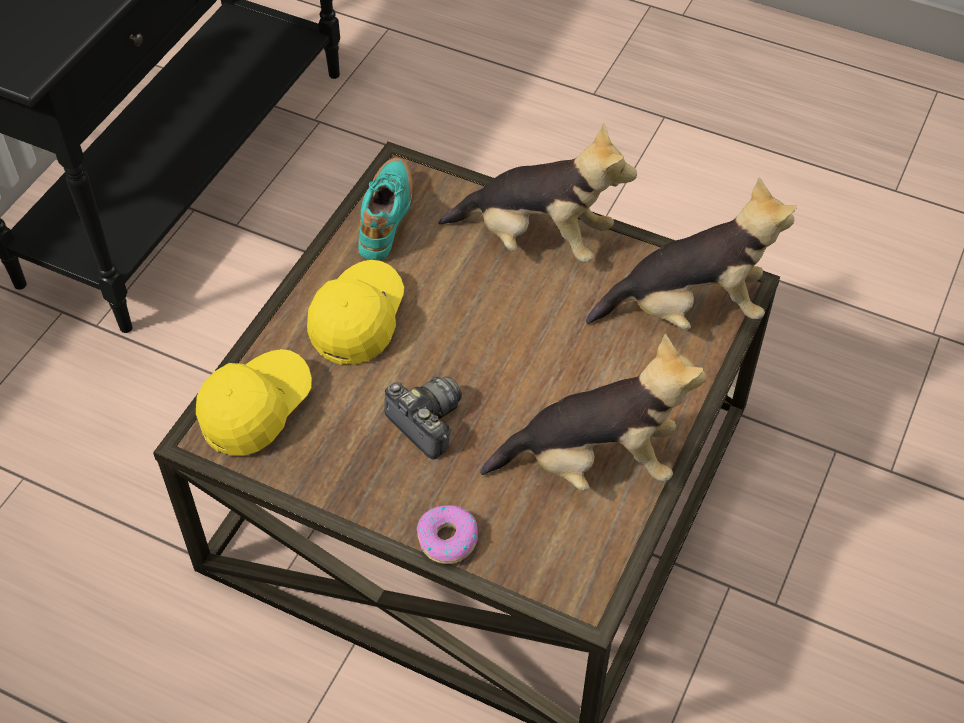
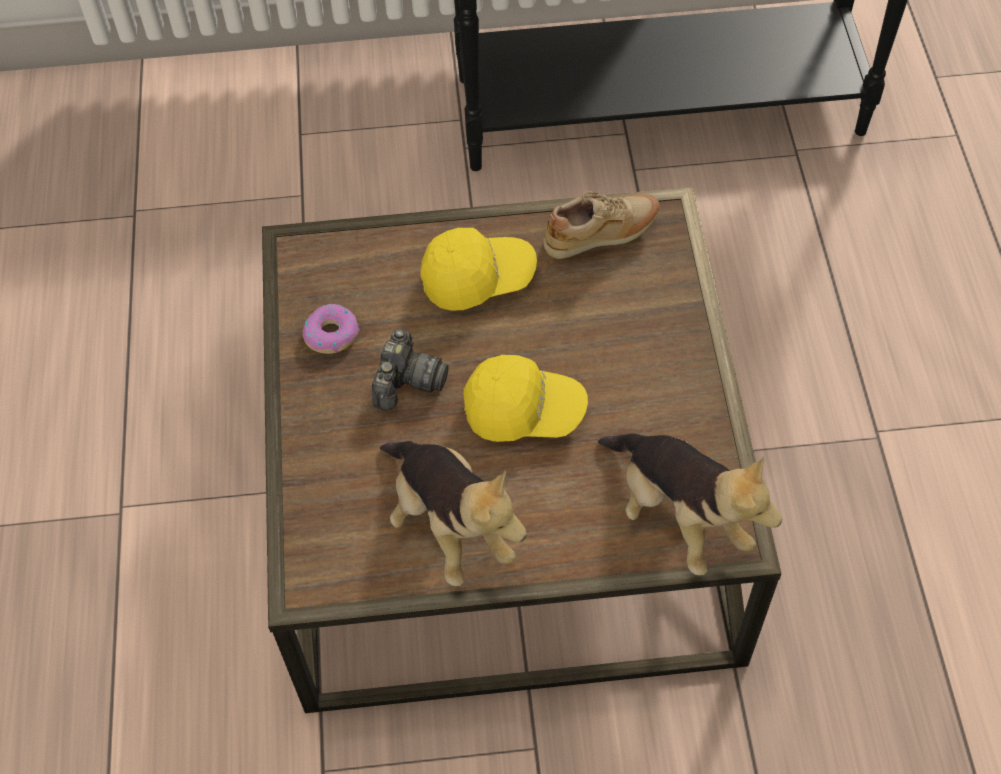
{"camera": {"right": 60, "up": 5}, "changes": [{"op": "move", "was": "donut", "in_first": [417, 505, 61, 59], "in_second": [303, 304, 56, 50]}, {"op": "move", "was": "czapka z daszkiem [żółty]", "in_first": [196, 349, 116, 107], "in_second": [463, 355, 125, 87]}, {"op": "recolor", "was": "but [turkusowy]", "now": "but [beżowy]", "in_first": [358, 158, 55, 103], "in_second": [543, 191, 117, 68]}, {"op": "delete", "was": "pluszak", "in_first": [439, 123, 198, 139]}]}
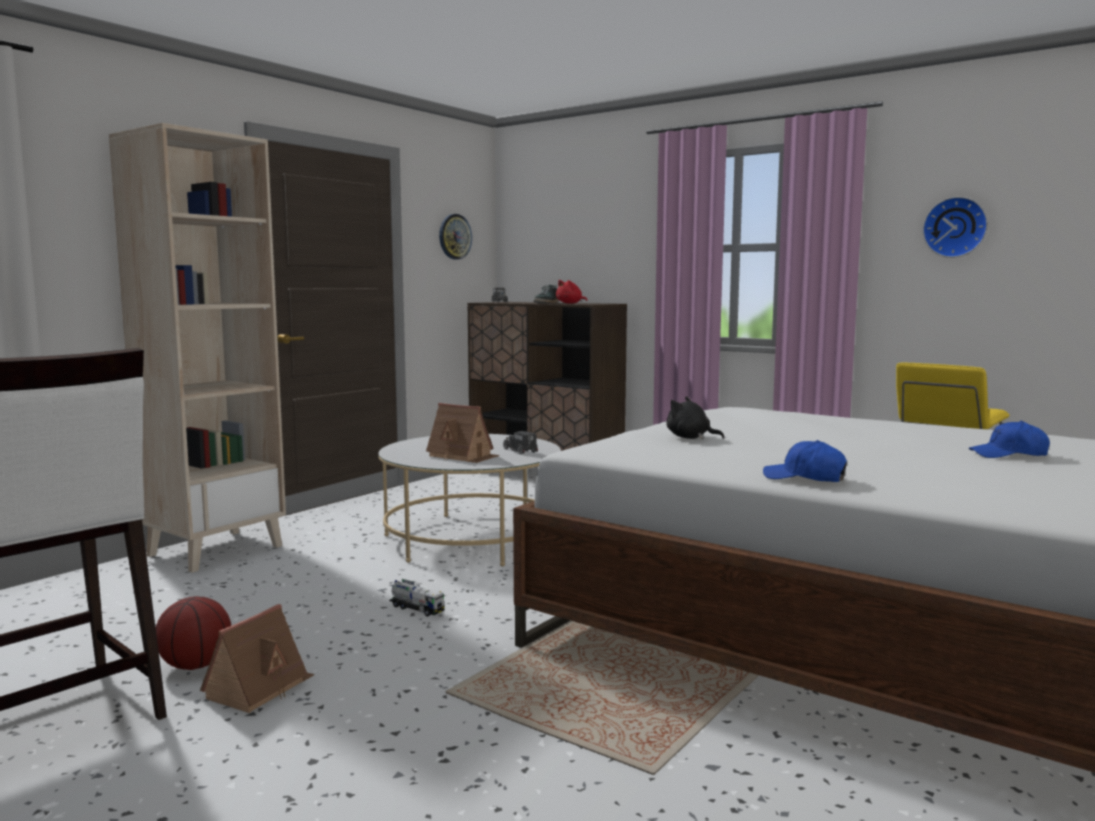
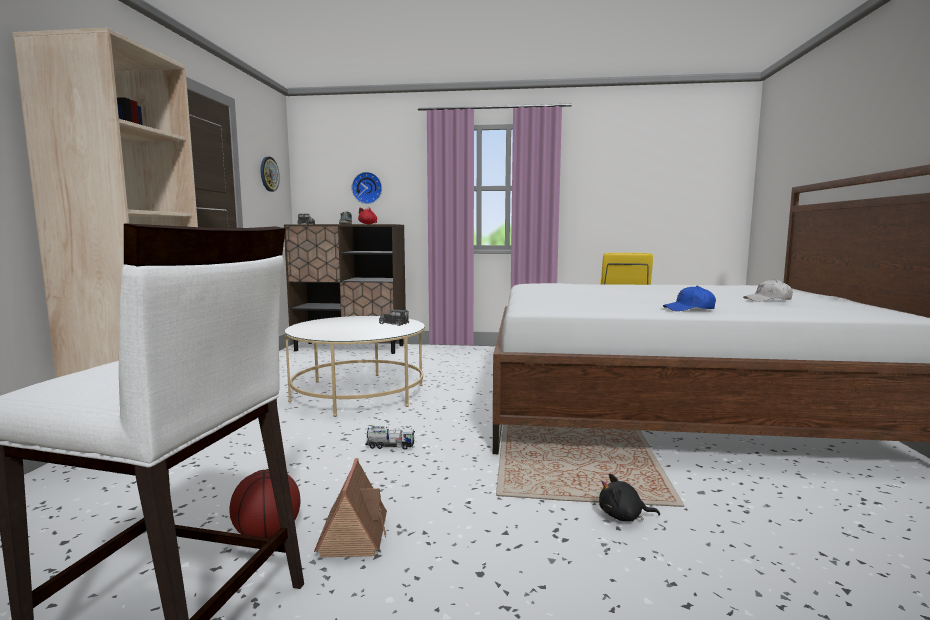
{"camera": {"right": -30, "up": 0}, "changes": [{"op": "move", "was": "zegar ścienny", "in_first": [922, 197, 66, 61], "in_second": [352, 172, 30, 32]}, {"op": "move", "was": "pluszak [czarny]", "in_first": [666, 396, 58, 43], "in_second": [599, 473, 61, 49]}, {"op": "insert", "now": "czapka z daszkiem [biały]", "in_second": [743, 279, 50, 23]}, {"op": "delete", "was": "domek", "in_first": [426, 403, 74, 60]}, {"op": "delete", "was": "czapka z daszkiem [niebieski]", "in_first": [969, 421, 81, 37]}]}
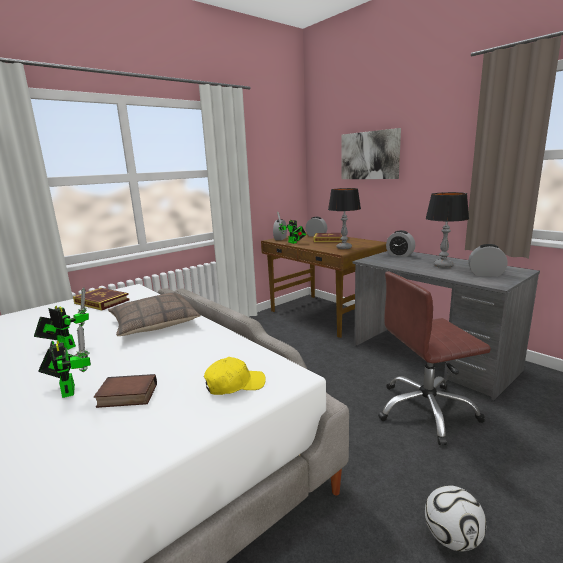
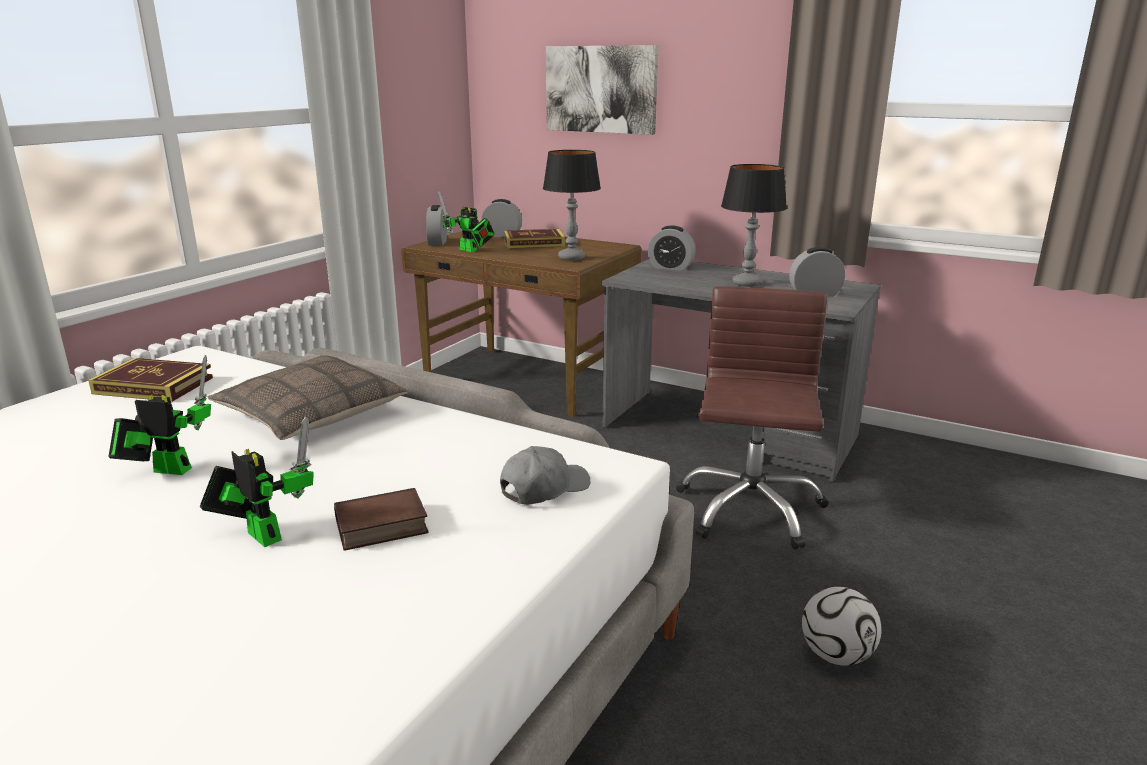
{"camera": {"right": -20, "up": 5}, "changes": [{"op": "recolor", "was": "czapka z daszkiem [żółty]", "now": "czapka z daszkiem [szary]", "in_first": [204, 357, 62, 38], "in_second": [500, 446, 91, 59]}, {"op": "rotate", "was": "krzesło biurowe [brązowy]", "in_first": [378, 272, 113, 173], "in_second": [676, 286, 153, 264], "clockwise": 135}]}
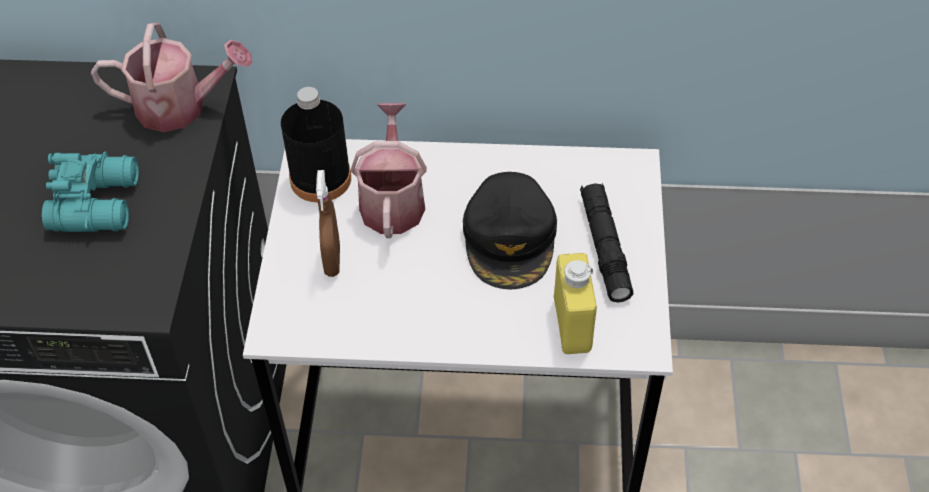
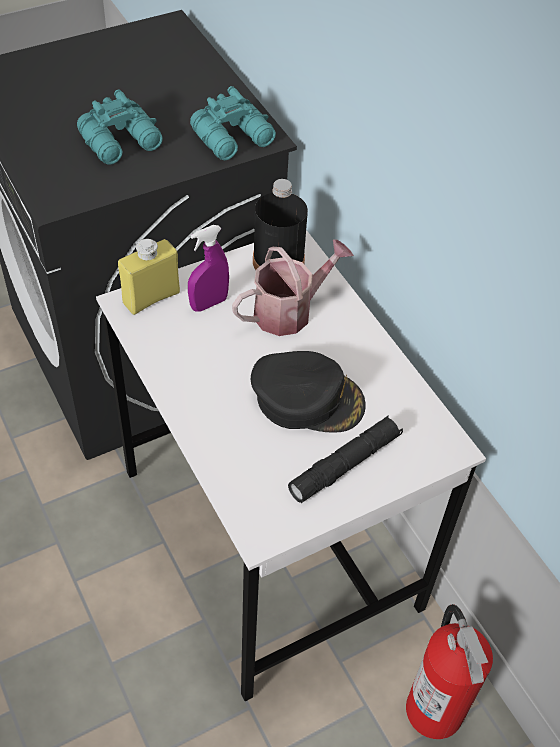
{"camera": {"right": 55, "up": 0}, "changes": [{"op": "move", "was": "butelka [żółty]", "in_first": [554, 253, 43, 101], "in_second": [118, 239, 62, 76]}, {"op": "recolor", "was": "spryskiwacz [brązowy]", "now": "spryskiwacz [fioletowy]", "in_first": [316, 170, 24, 107], "in_second": [188, 225, 41, 87]}, {"op": "replace", "was": "konewka", "now": "lornetka [turkusowy]", "in_first": [91, 23, 162, 109], "in_second": [190, 86, 86, 74]}, {"op": "rotate", "was": "czapka z daszkiem [czarny]", "in_first": [463, 172, 94, 118], "in_second": [251, 351, 114, 82], "clockwise": -135}, {"op": "insert", "now": "gaśnica", "in_second": [406, 604, 87, 135]}]}
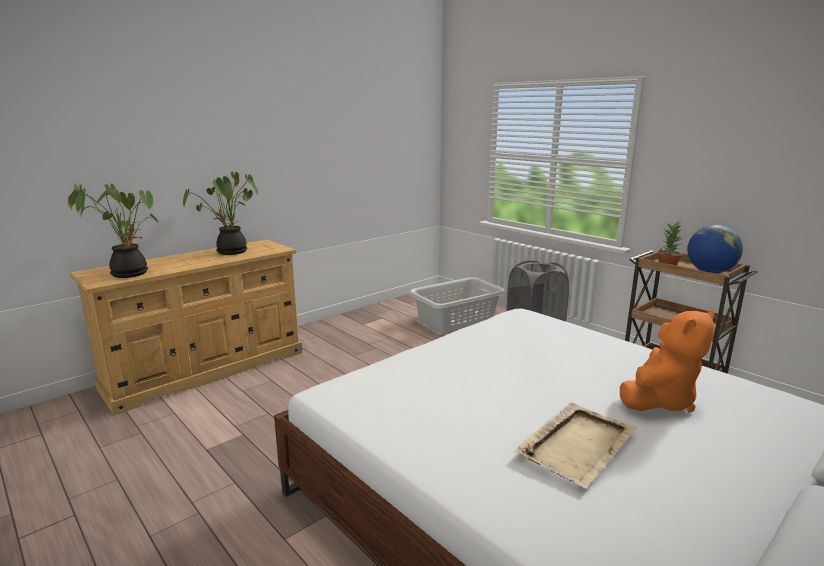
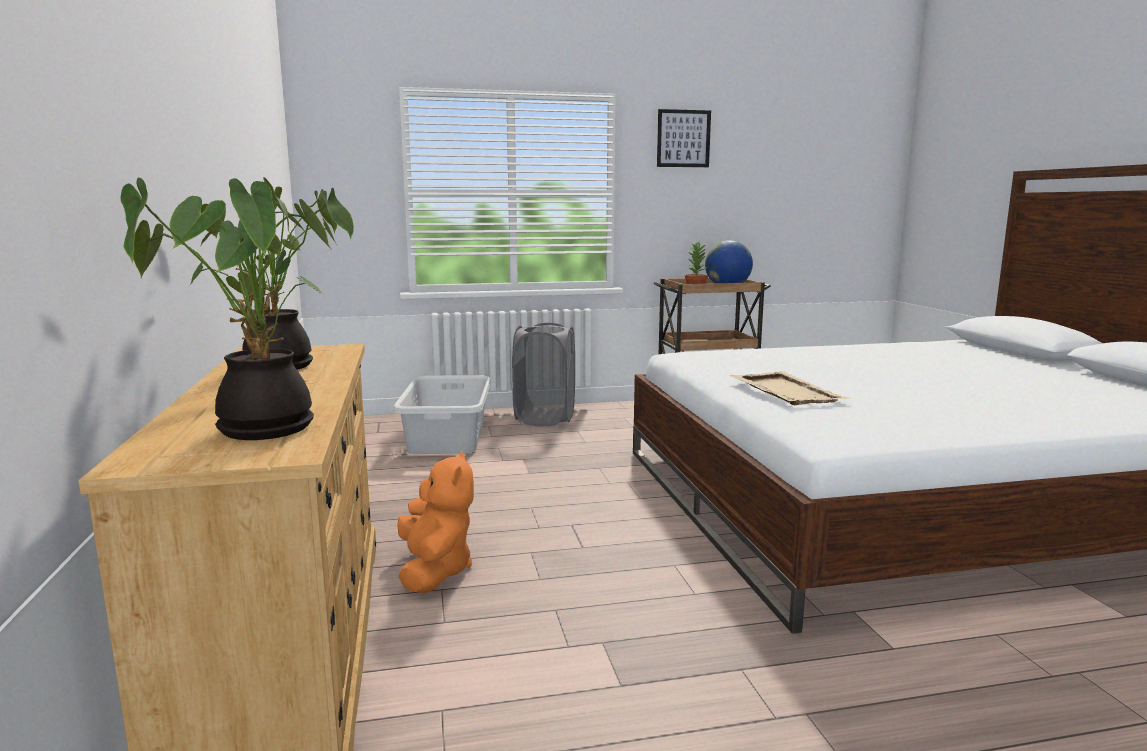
{"camera": {"right": -60, "up": -5}, "changes": [{"op": "move", "was": "pluszak [pomarańczowy]", "in_first": [620, 310, 95, 103], "in_second": [397, 451, 77, 143]}, {"op": "insert", "now": "obraz", "in_second": [657, 109, 54, 58]}, {"op": "move", "was": "taca [beżowy]", "in_first": [514, 402, 123, 87], "in_second": [729, 371, 123, 34]}]}
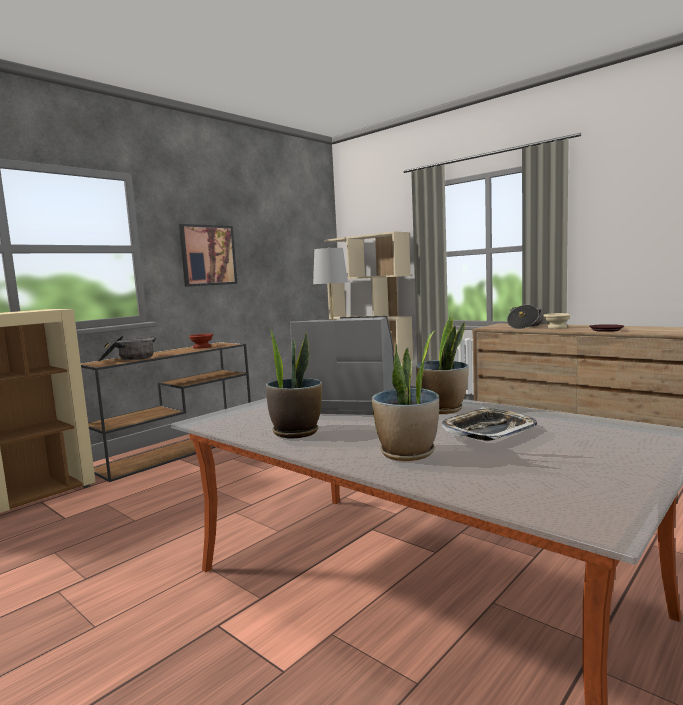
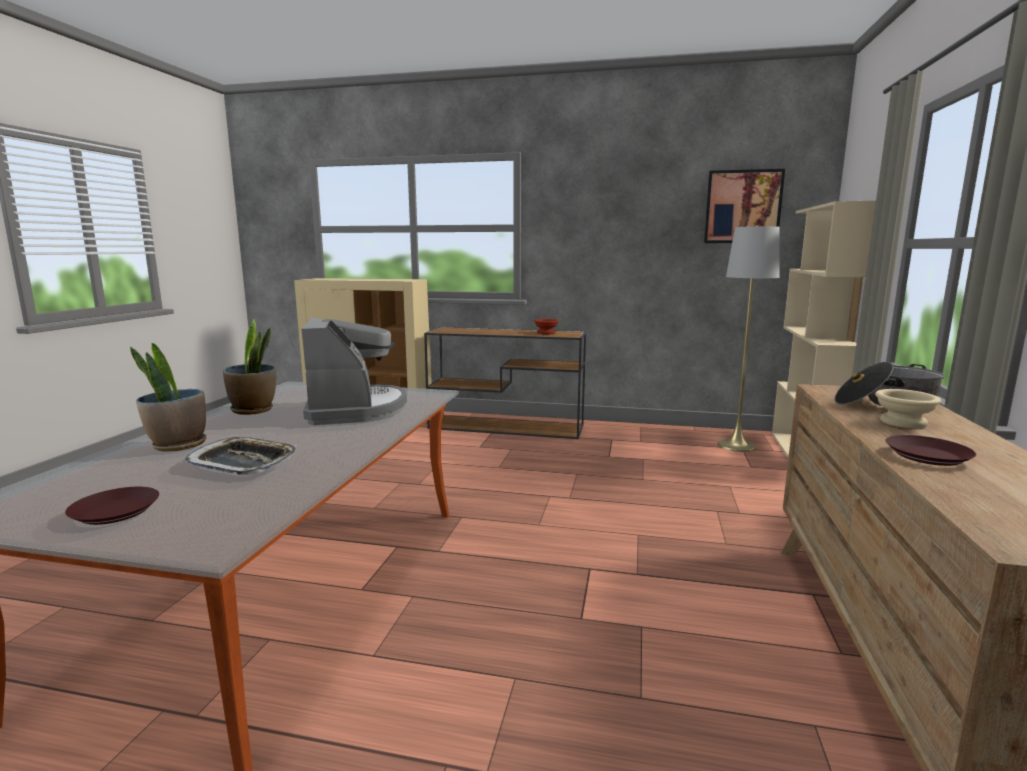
{"camera": {"right": 60, "up": 5}, "changes": [{"op": "insert", "now": "talerz [brązowy]", "in_second": [65, 487, 94, 38]}, {"op": "move", "was": "obraz", "in_first": [179, 224, 58, 63], "in_second": [704, 169, 81, 74]}, {"op": "delete", "was": "garnek", "in_first": [99, 336, 56, 26]}, {"op": "delete", "was": "roślina doniczkowa", "in_first": [416, 313, 53, 101]}]}
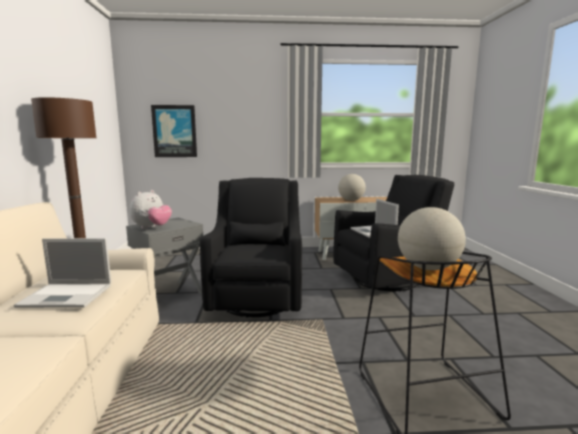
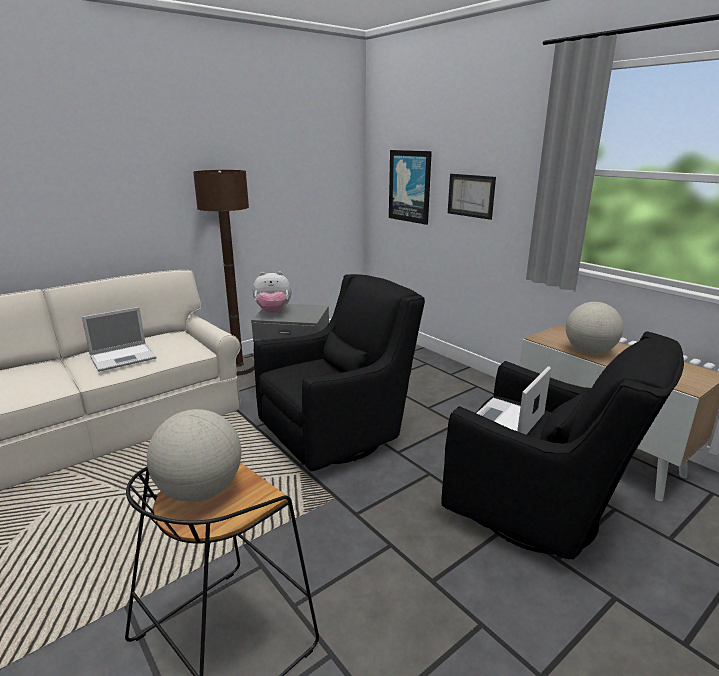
{"camera": {"right": 55, "up": 10}, "changes": [{"op": "rotate", "was": "laptop", "in_first": [13, 238, 98, 70], "in_second": [82, 307, 74, 65], "clockwise": -90}, {"op": "insert", "now": "obraz", "in_second": [448, 174, 48, 46]}]}
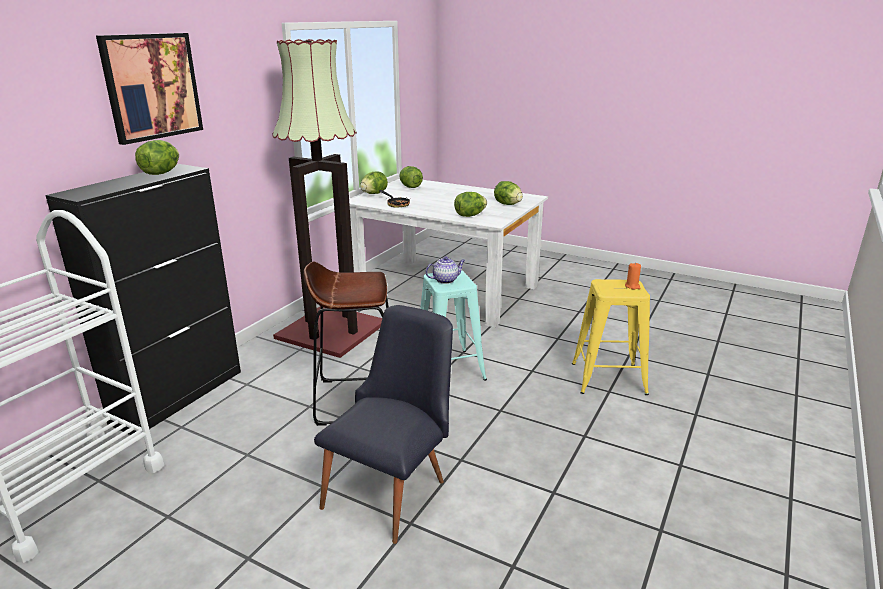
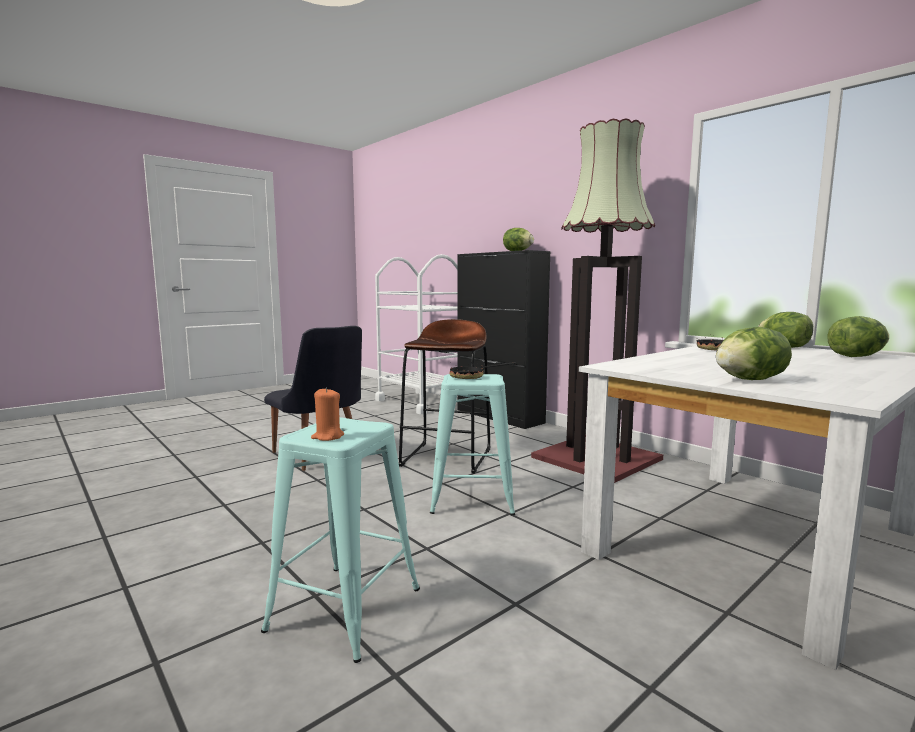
{"camera": {"right": 110, "up": -15}, "changes": [{"op": "recolor", "was": "stołek [żółty]", "now": "stołek [turkusowy]", "in_first": [572, 279, 78, 116], "in_second": [261, 417, 159, 246]}, {"op": "replace", "was": "imbryk", "now": "patelnia", "in_first": [425, 257, 40, 27], "in_second": [449, 363, 67, 16]}, {"op": "delete", "was": "obraz", "in_first": [96, 33, 107, 112]}, {"op": "delete", "was": "sałata", "in_first": [454, 192, 33, 25]}]}
